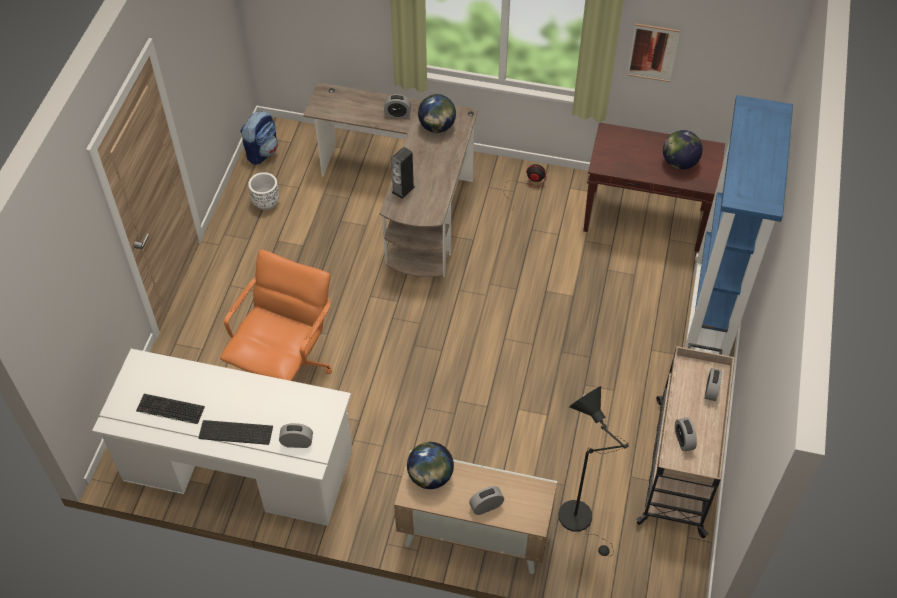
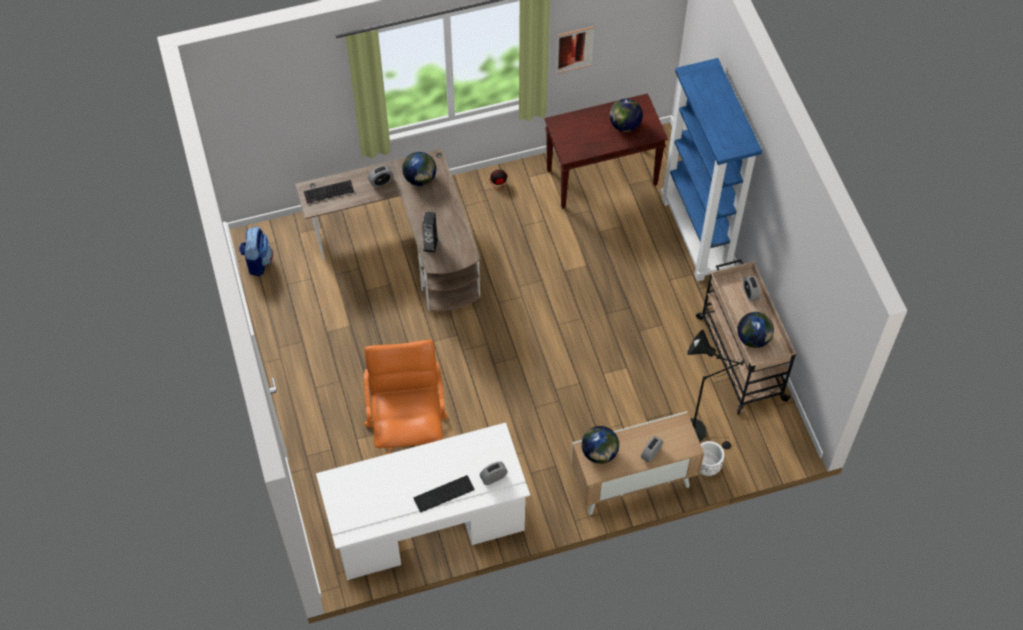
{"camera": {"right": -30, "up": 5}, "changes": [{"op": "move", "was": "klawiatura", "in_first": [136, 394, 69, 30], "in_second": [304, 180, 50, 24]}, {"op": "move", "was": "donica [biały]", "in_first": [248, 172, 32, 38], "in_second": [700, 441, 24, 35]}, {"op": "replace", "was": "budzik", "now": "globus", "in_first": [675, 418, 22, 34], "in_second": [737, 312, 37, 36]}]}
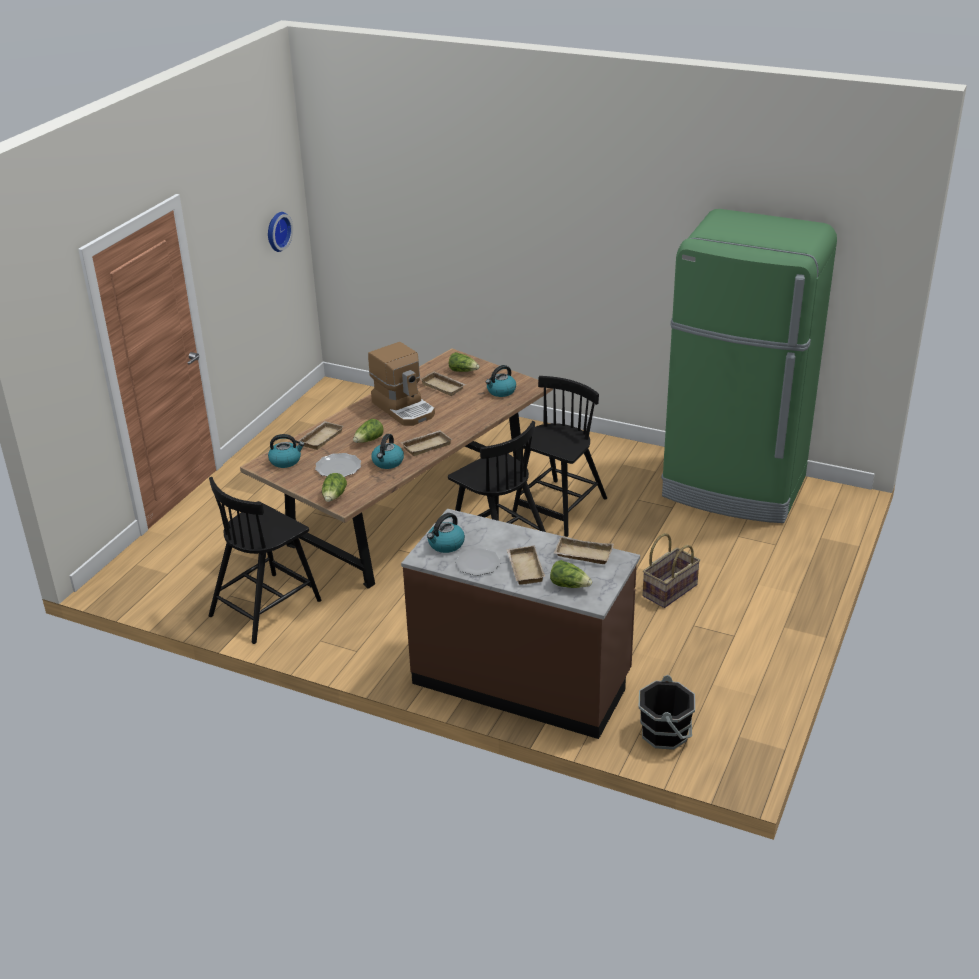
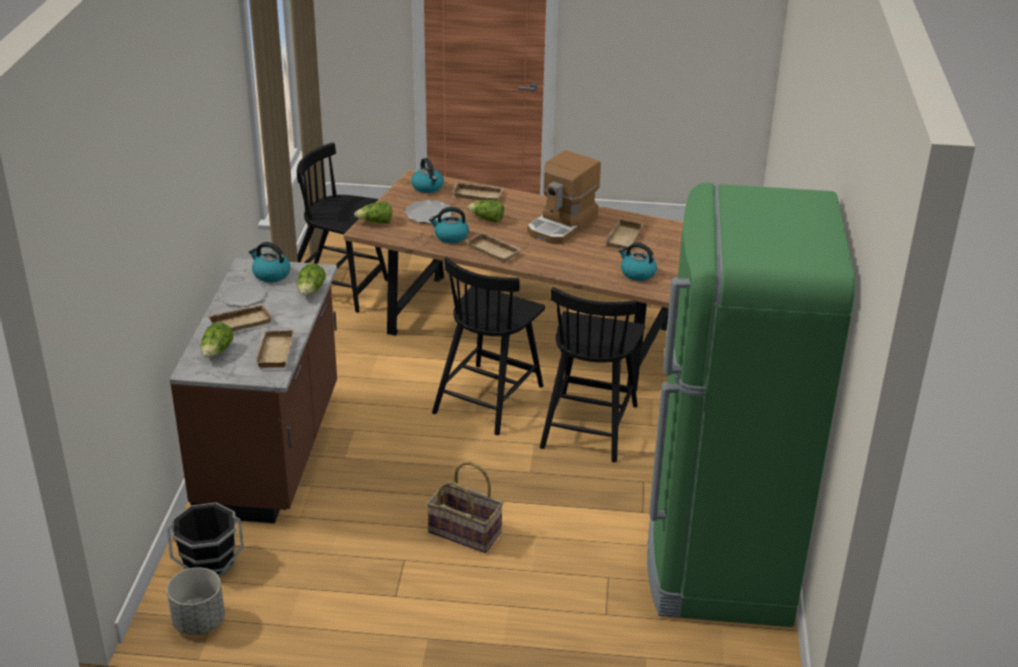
{"camera": {"right": 70, "up": 0}, "changes": [{"op": "insert", "now": "donica [szary]", "in_second": [167, 568, 58, 67]}, {"op": "move", "was": "sałata", "in_first": [449, 352, 30, 20], "in_second": [297, 263, 29, 32]}, {"op": "rotate", "was": "krzesło [czarny]", "in_first": [512, 376, 95, 161], "in_second": [540, 287, 105, 176], "clockwise": 90}, {"op": "delete", "was": "zegar ścienny", "in_first": [268, 212, 25, 40]}]}
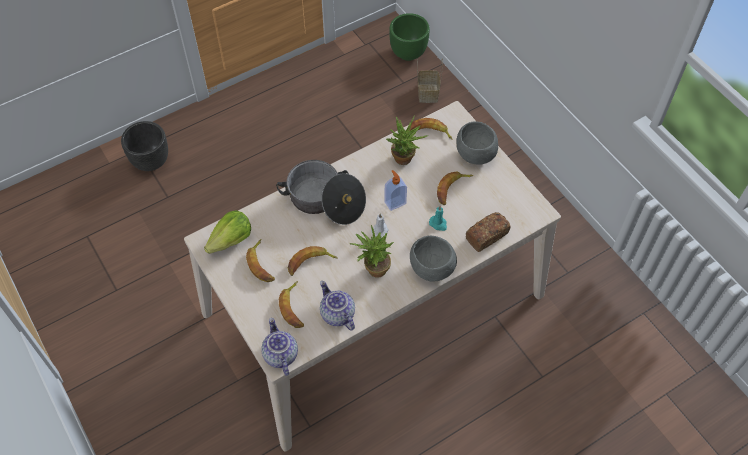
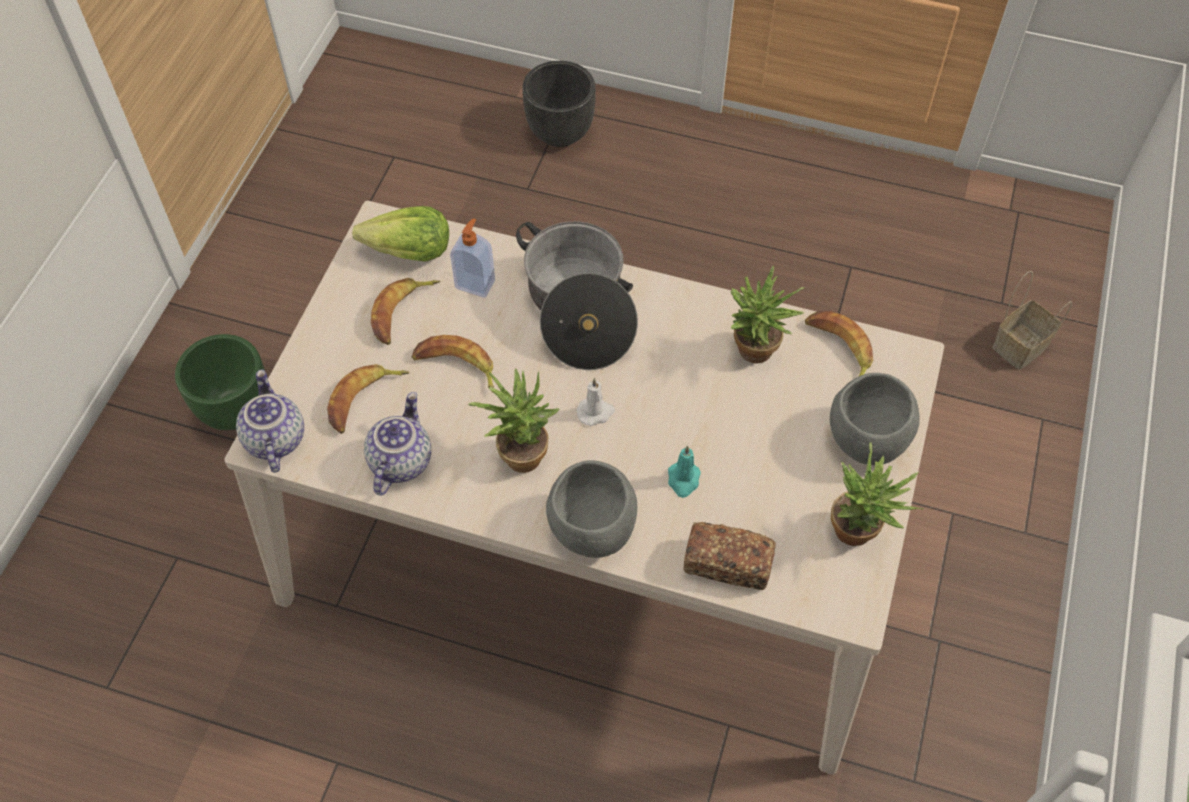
{"camera": {"right": 50, "up": 0}, "changes": [{"op": "move", "was": "donica [zielony]", "in_first": [389, 13, 41, 48], "in_second": [175, 334, 90, 96]}, {"op": "rotate", "was": "imbryk", "in_first": [261, 318, 37, 58], "in_second": [236, 369, 68, 104], "clockwise": -45}, {"op": "move", "was": "dozownik mydła", "in_first": [384, 170, 23, 41], "in_second": [450, 219, 45, 79]}, {"op": "insert", "now": "roślina doniczkowa", "in_second": [831, 442, 93, 104]}, {"op": "delete", "was": "banan", "in_first": [437, 172, 37, 33]}]}
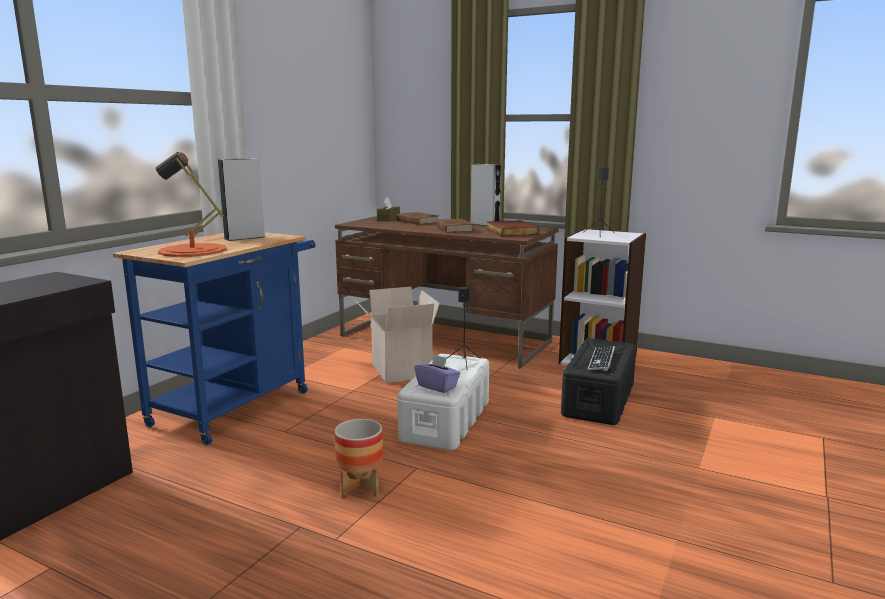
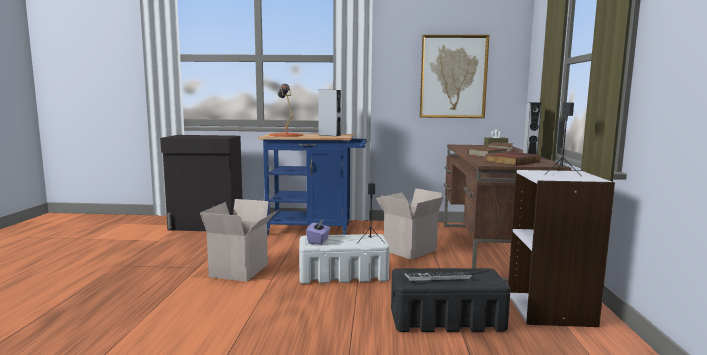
{"camera": {"right": 65, "up": -5}, "changes": [{"op": "replace", "was": "donica", "now": "karton", "in_first": [334, 419, 49, 80], "in_second": [200, 199, 78, 83]}, {"op": "insert", "now": "obraz", "in_second": [420, 35, 69, 83]}]}
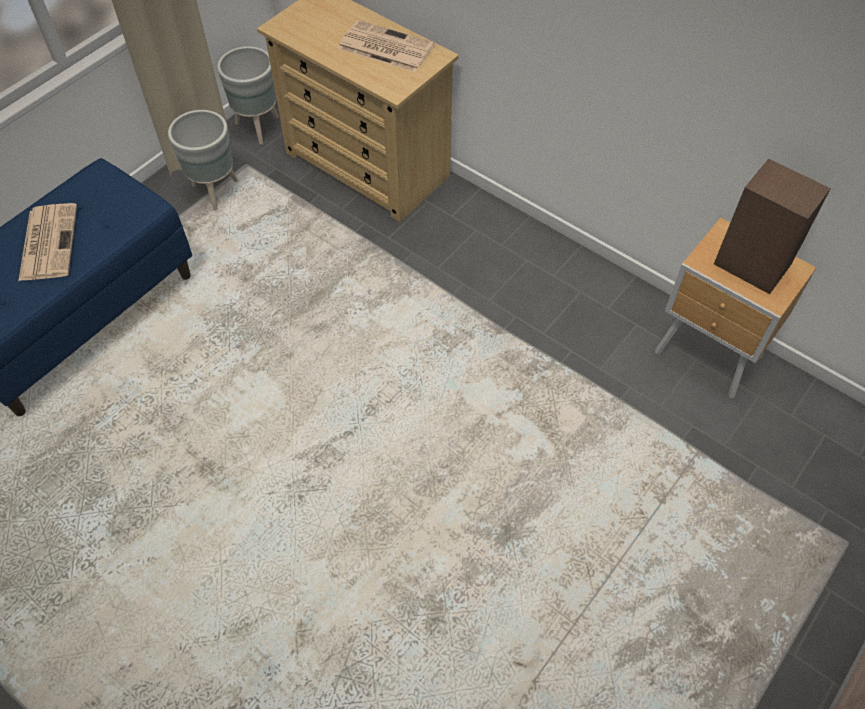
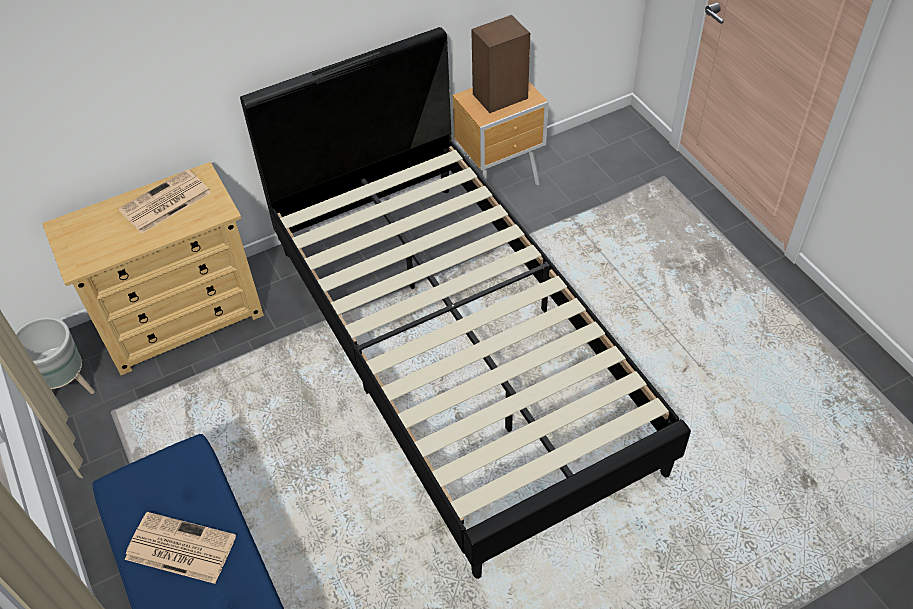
{"camera": {"right": -65, "up": -5}, "changes": [{"op": "insert", "now": "łóżko [czarny]", "in_second": [240, 27, 451, 552]}, {"op": "delete", "was": "donica [szary]", "in_first": [168, 110, 70, 101]}]}
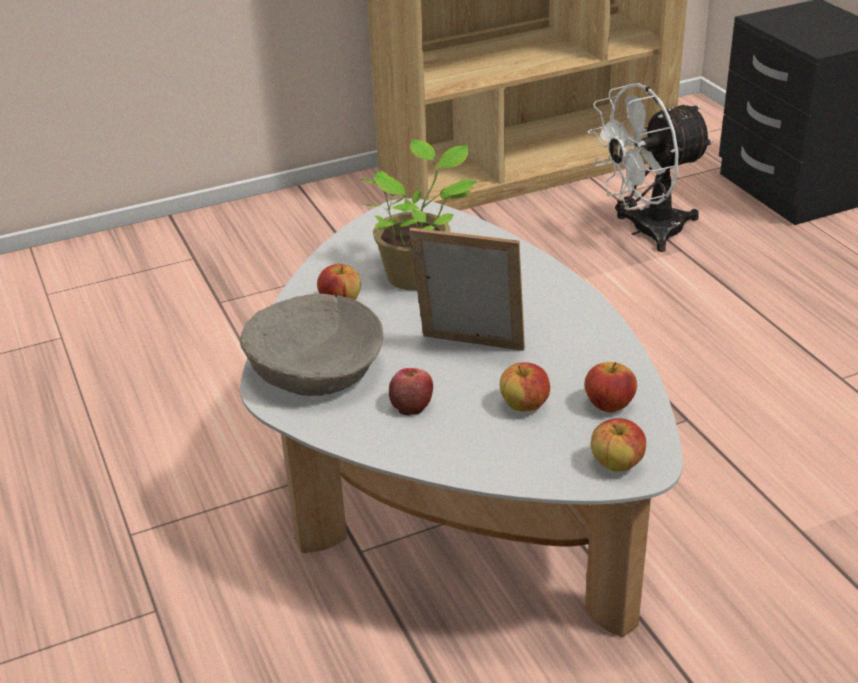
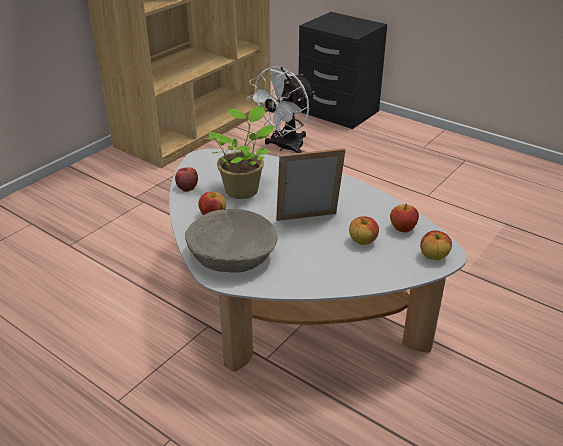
{"camera": {"right": -30, "up": 0}, "changes": [{"op": "move", "was": "jabłko", "in_first": [389, 368, 44, 47], "in_second": [175, 167, 23, 25]}]}
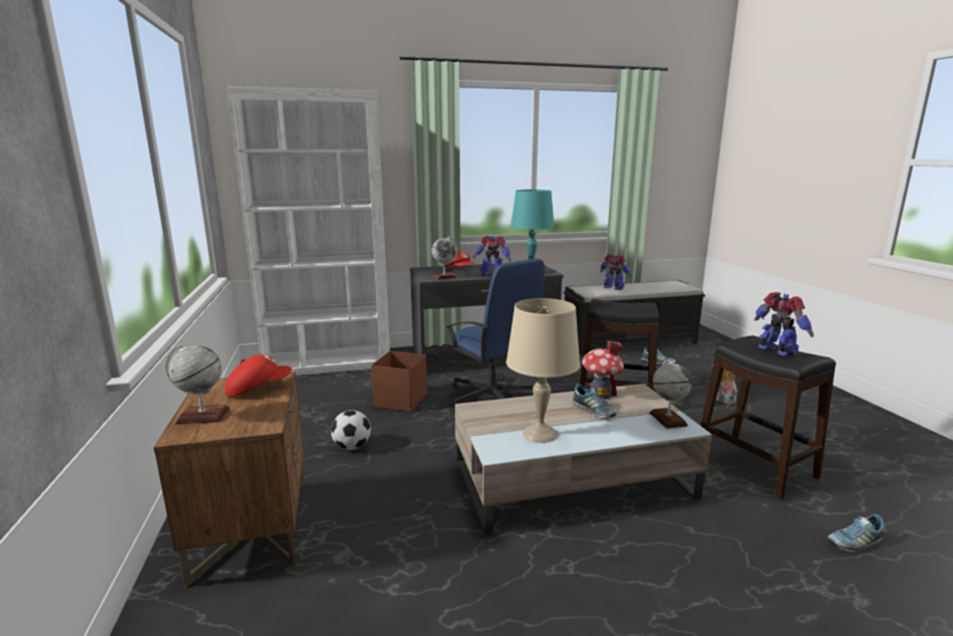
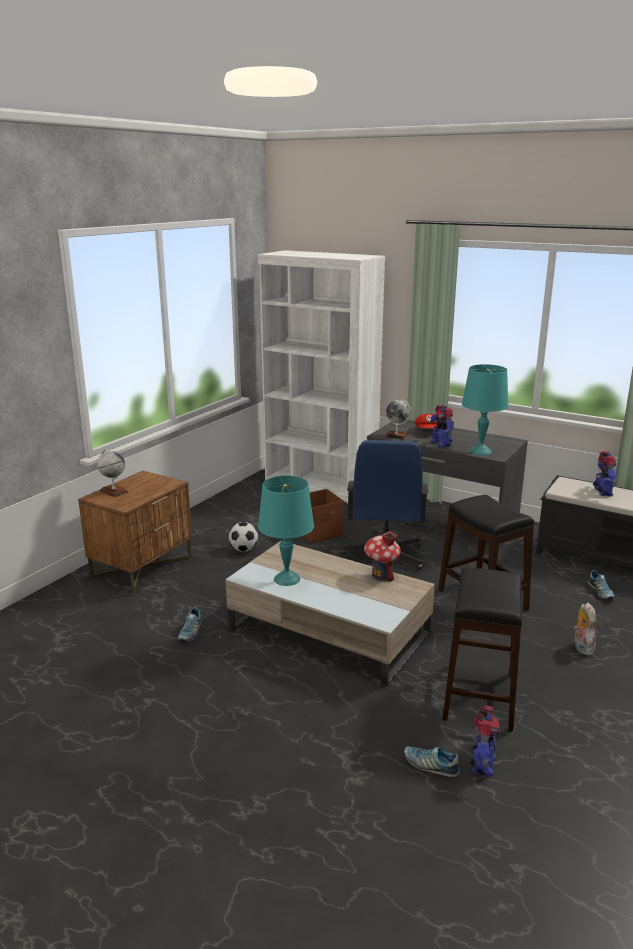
{"camera": {"right": 45, "up": 5}, "changes": [{"op": "move", "was": "but", "in_first": [572, 384, 44, 34], "in_second": [178, 607, 23, 34]}, {"op": "recolor", "was": "lampa stołowa [beżowy]", "now": "lampa stołowa [turkusowy]", "in_first": [506, 298, 74, 145], "in_second": [258, 476, 56, 110]}, {"op": "move", "was": "robot zabawkowy", "in_first": [754, 292, 60, 65], "in_second": [470, 705, 30, 72]}, {"op": "delete", "was": "czapka z daszkiem [czerwony]", "in_first": [225, 355, 67, 42]}, {"op": "delete", "was": "globus", "in_first": [649, 360, 43, 69]}]}
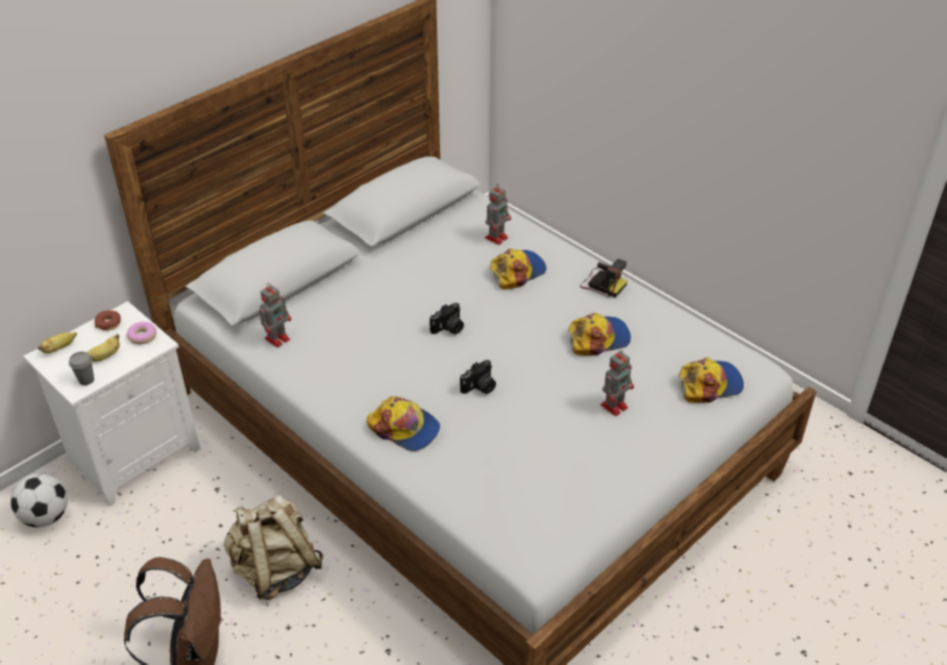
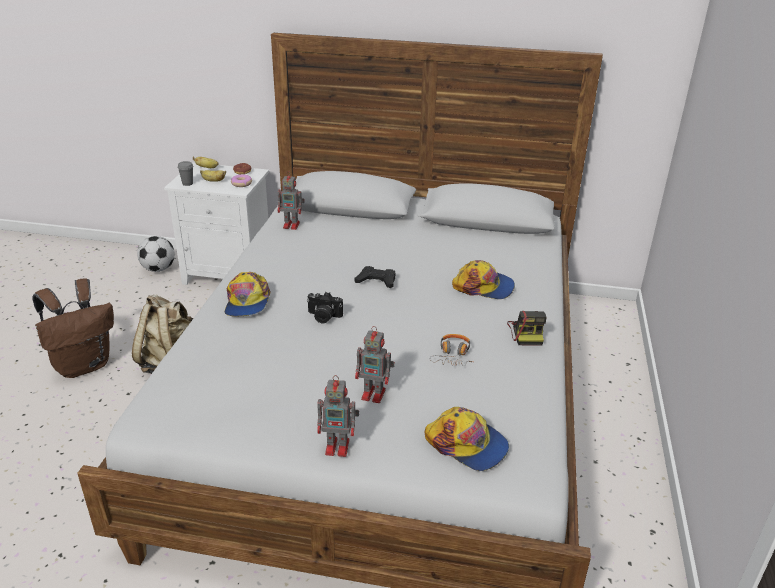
{"camera": {"right": 55, "up": -10}, "changes": [{"op": "move", "was": "robot zabawkowy", "in_first": [485, 183, 26, 62], "in_second": [317, 375, 42, 82]}, {"op": "replace", "was": "aparat fotograficzny", "now": "pad do gier [czarny]", "in_first": [430, 303, 34, 31], "in_second": [354, 266, 41, 22]}, {"op": "replace", "was": "czapka z daszkiem", "now": "słuchawki", "in_first": [568, 313, 63, 43], "in_second": [430, 334, 43, 32]}]}
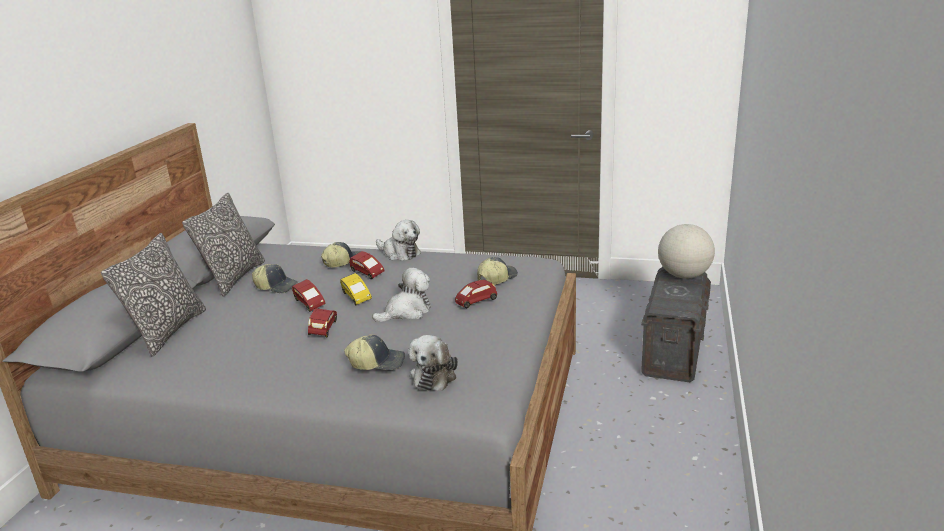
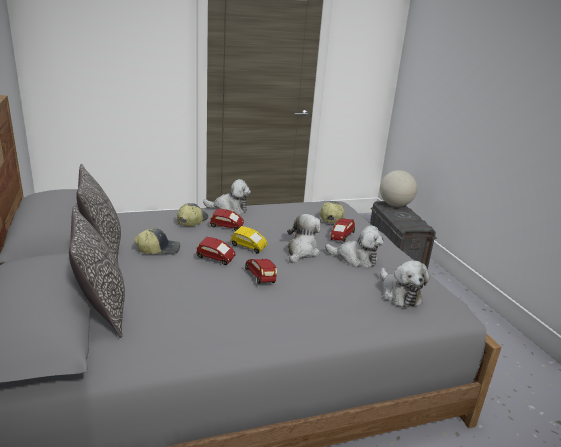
{"camera": {"right": -35, "up": 0}, "changes": [{"op": "insert", "now": "pluszak", "in_second": [325, 225, 59, 42]}, {"op": "delete", "was": "czapka z daszkiem", "in_first": [344, 334, 61, 36]}]}
